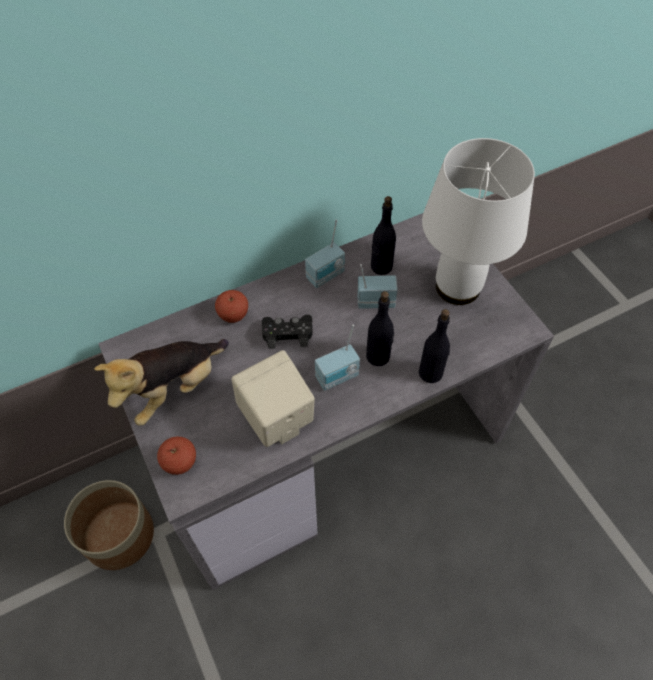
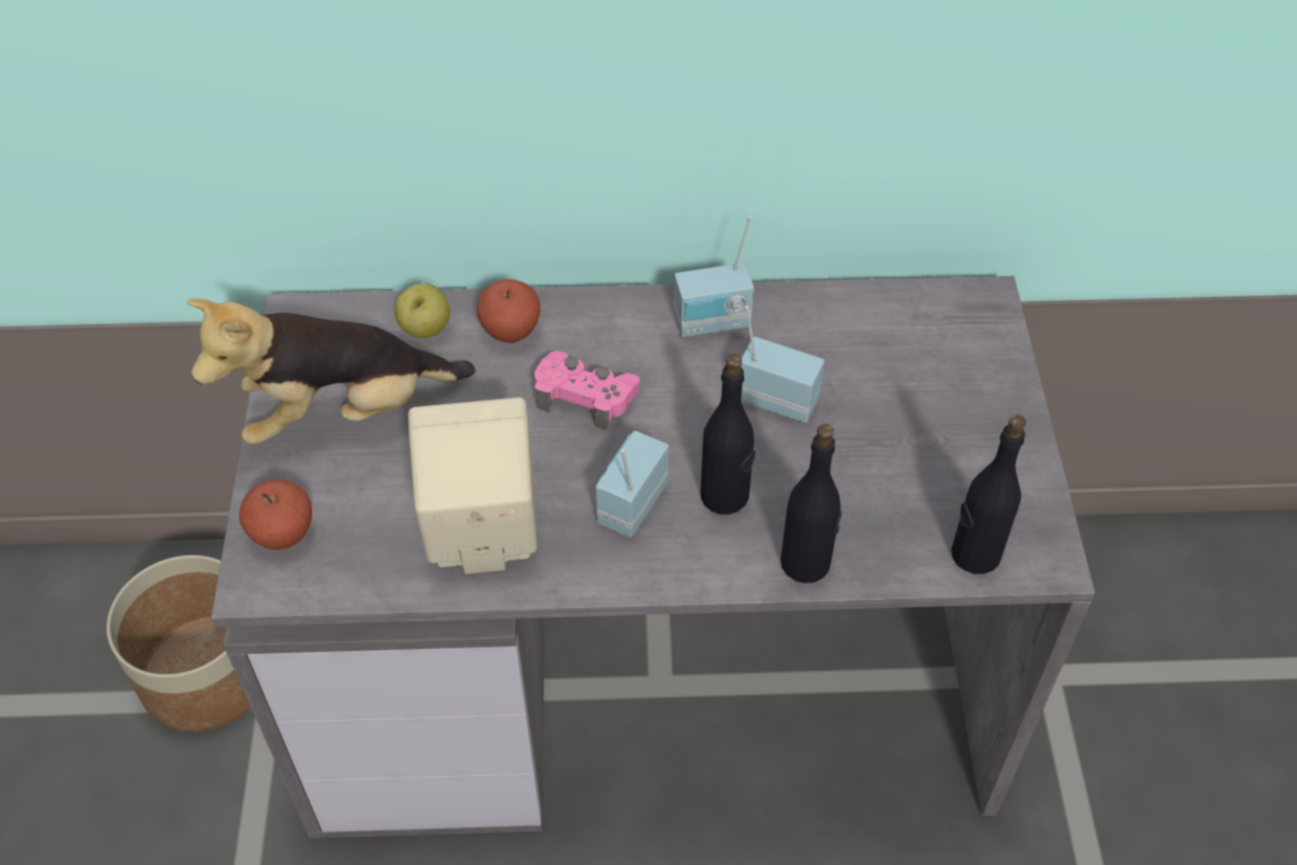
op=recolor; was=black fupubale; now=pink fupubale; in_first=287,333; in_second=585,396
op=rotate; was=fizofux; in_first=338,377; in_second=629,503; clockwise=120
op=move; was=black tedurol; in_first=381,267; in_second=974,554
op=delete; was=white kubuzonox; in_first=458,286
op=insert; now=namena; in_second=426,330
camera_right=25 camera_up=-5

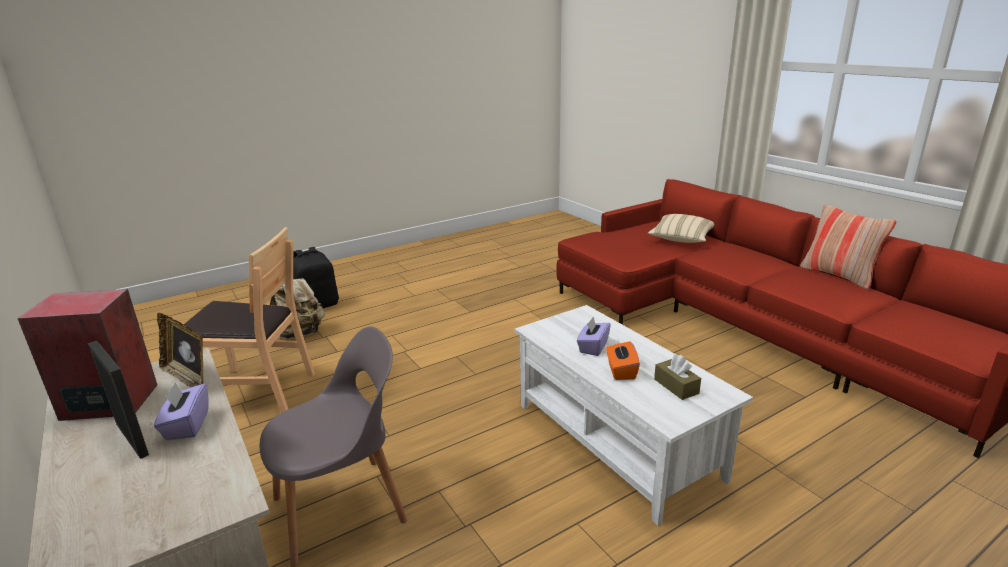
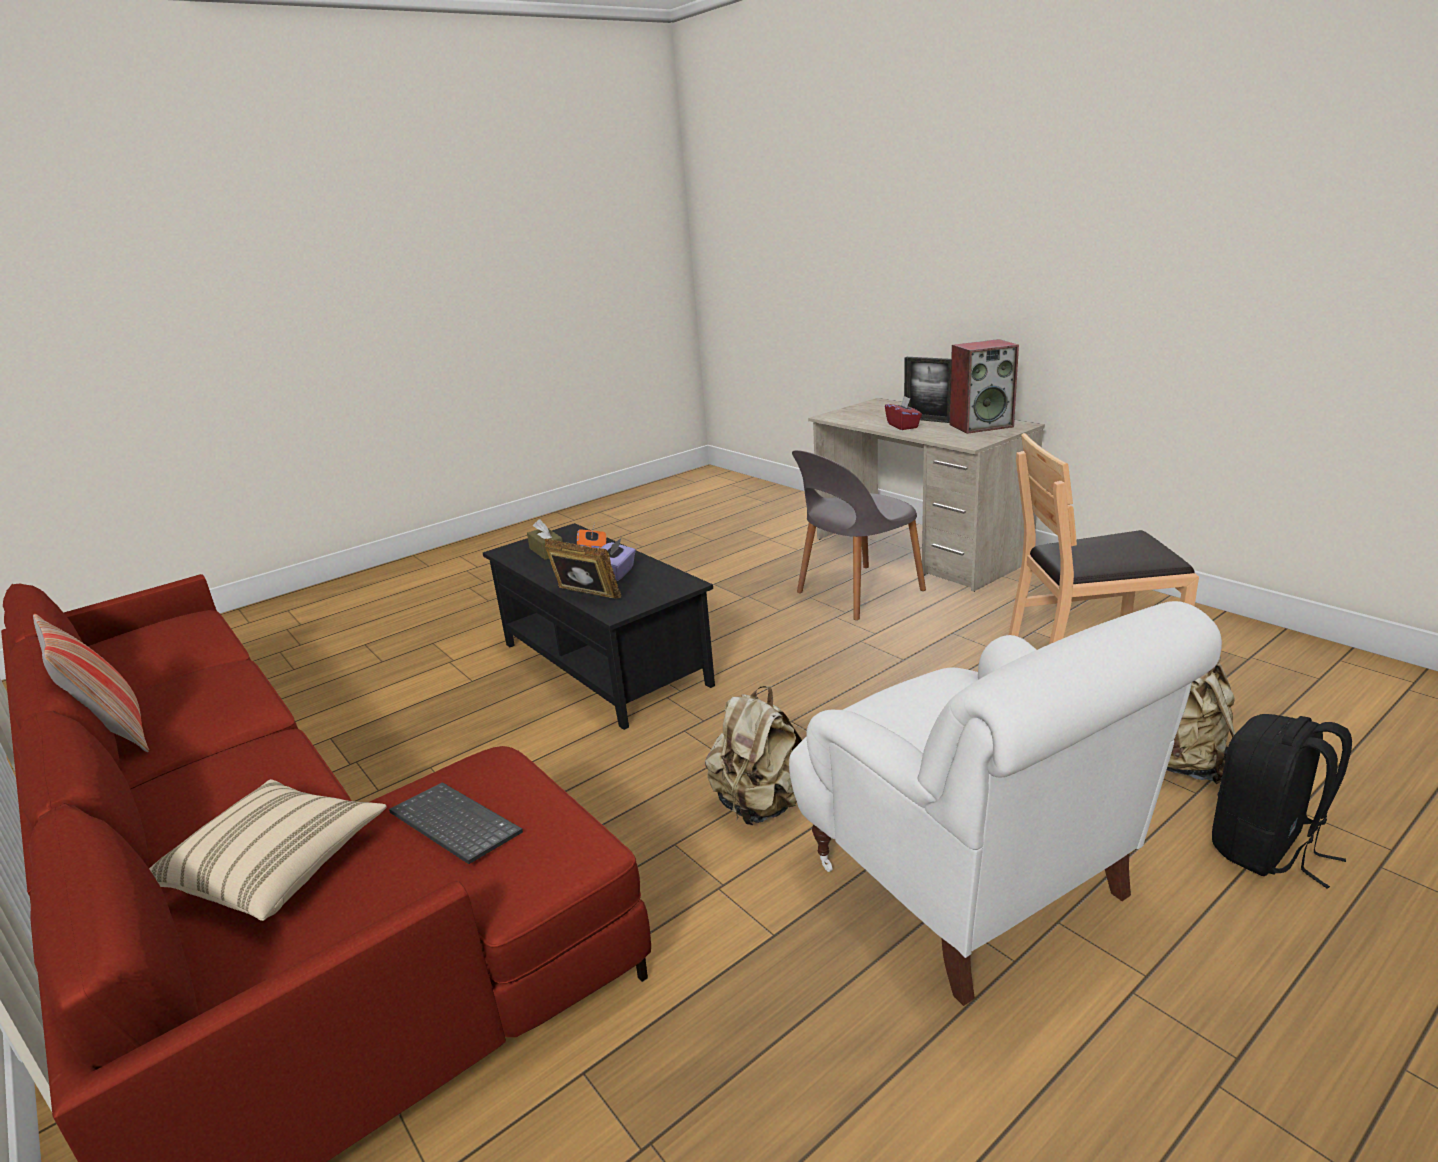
op=recolor; was=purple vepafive; now=red vepafive; in_first=187,425; in_second=903,426
op=move; was=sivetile; in_first=188,378; in_second=585,597
op=recolor; was=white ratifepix; now=black ratifepix; in_first=616,440; in_second=603,664
op=insert; now=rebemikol; in_second=452,825
op=insert; now=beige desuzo; in_second=760,805
op=insert; now=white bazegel; in_second=972,884
camera_right=175 camera_up=0

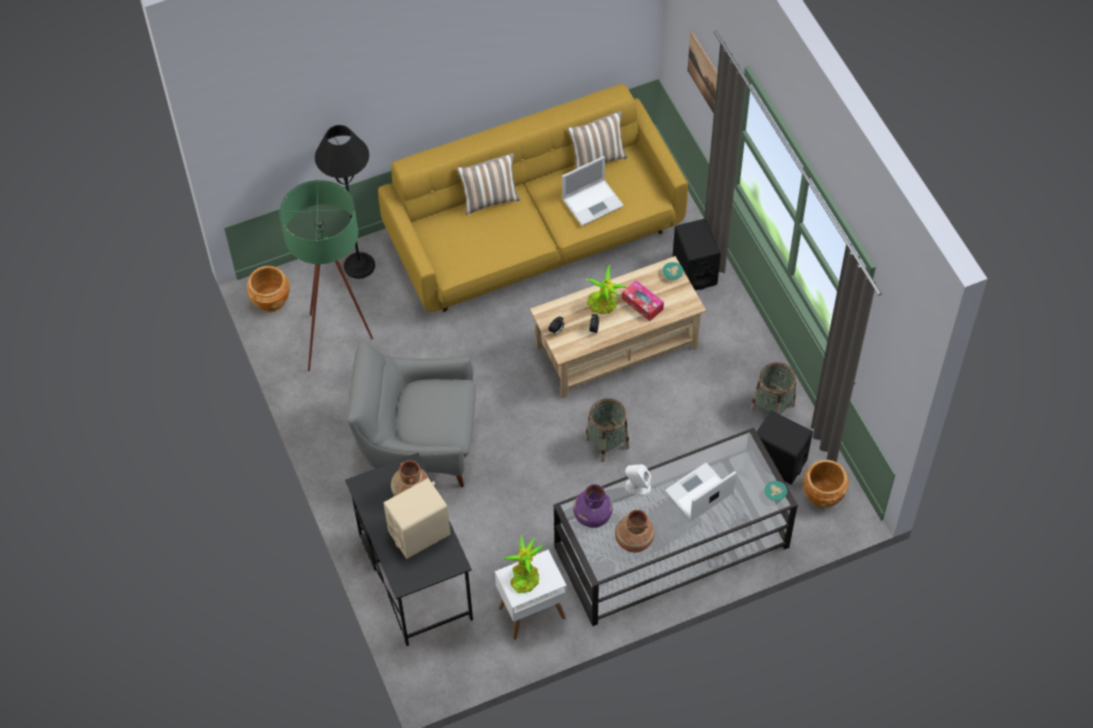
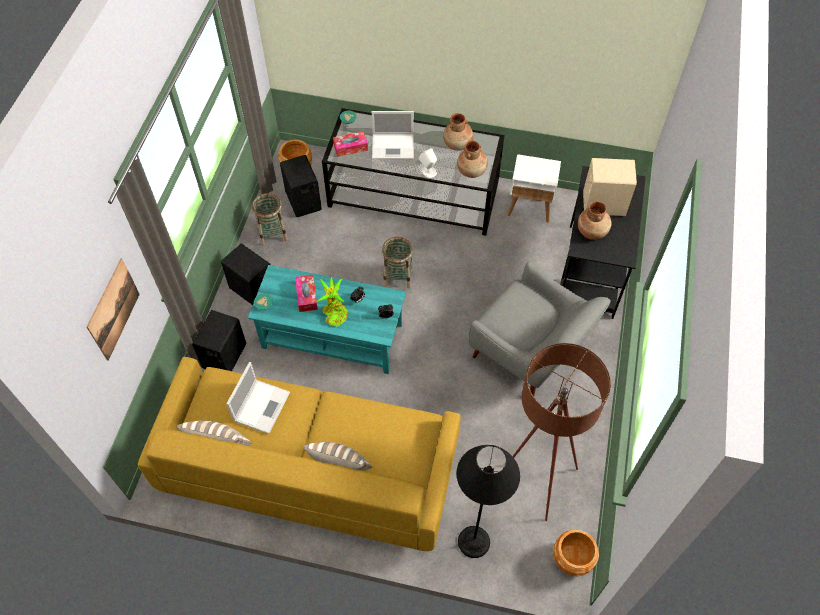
op=recolor; was=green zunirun; now=brown zunirun; in_first=339,341; in_second=536,479
op=delete; was=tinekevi; in_first=524,576
op=recolor; was=beige ratifepix; now=turquoise ratifepix; in_first=616,346; in_second=332,336
op=rotate; was=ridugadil; in_first=593,202; in_second=262,405; clockwise=105
op=recolor; was=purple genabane; now=brown genabane; in_first=592,516; in_second=472,171
op=insert; now=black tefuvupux; in_second=252,289
op=insert; now=vepafive; in_second=350,147
camera_right=-145 camera_up=0

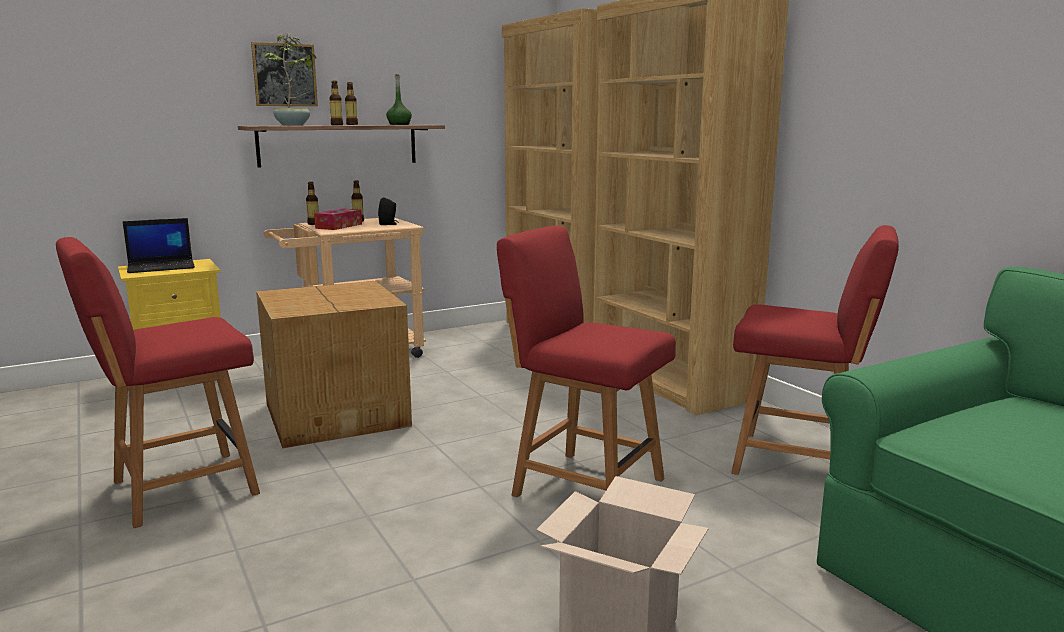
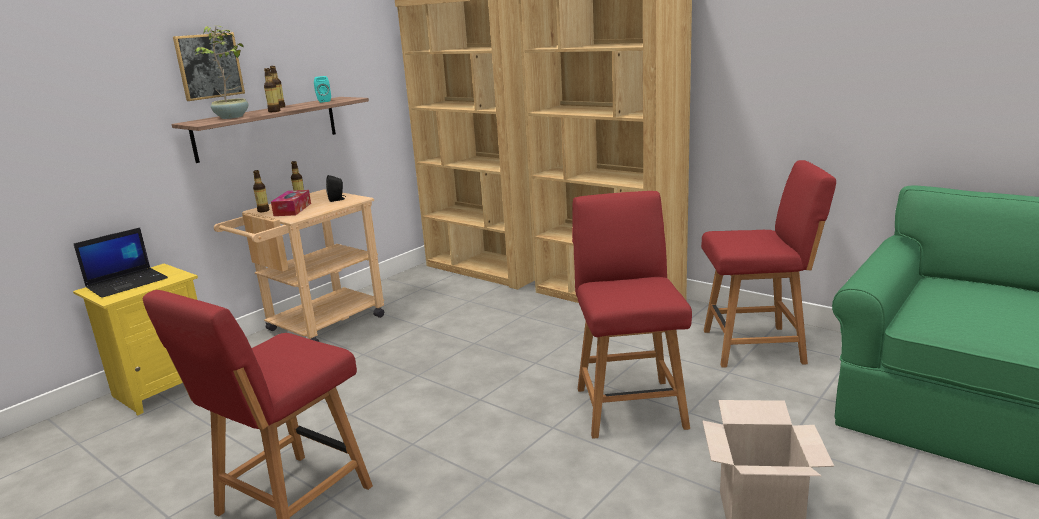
op=delete; was=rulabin; in_first=338,414
op=replace; was=green tedurol; now=turquoise tefuvupux; in_first=399,124; in_second=323,101
op=rotate; was=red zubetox; in_first=584,485; in_second=629,405; clockwise=75
camera_right=-20 camera_up=5

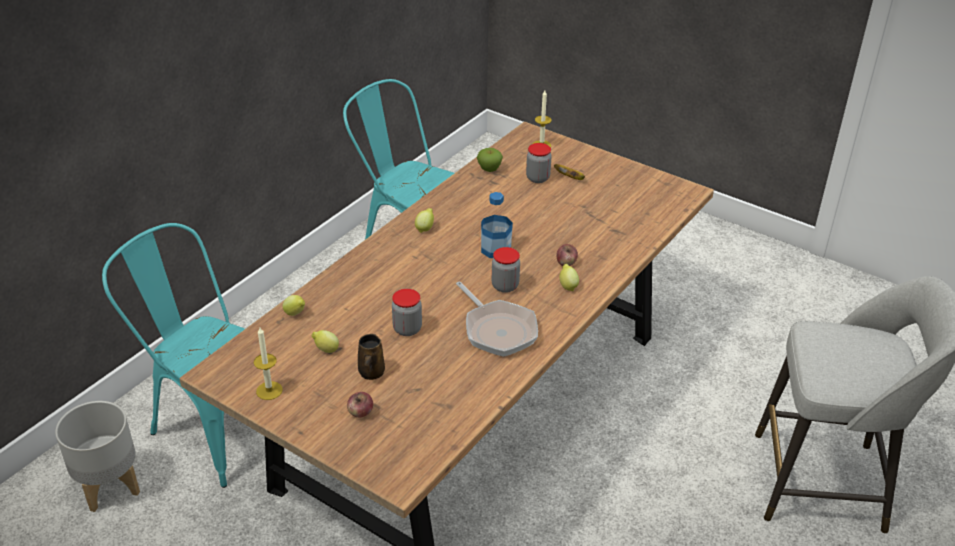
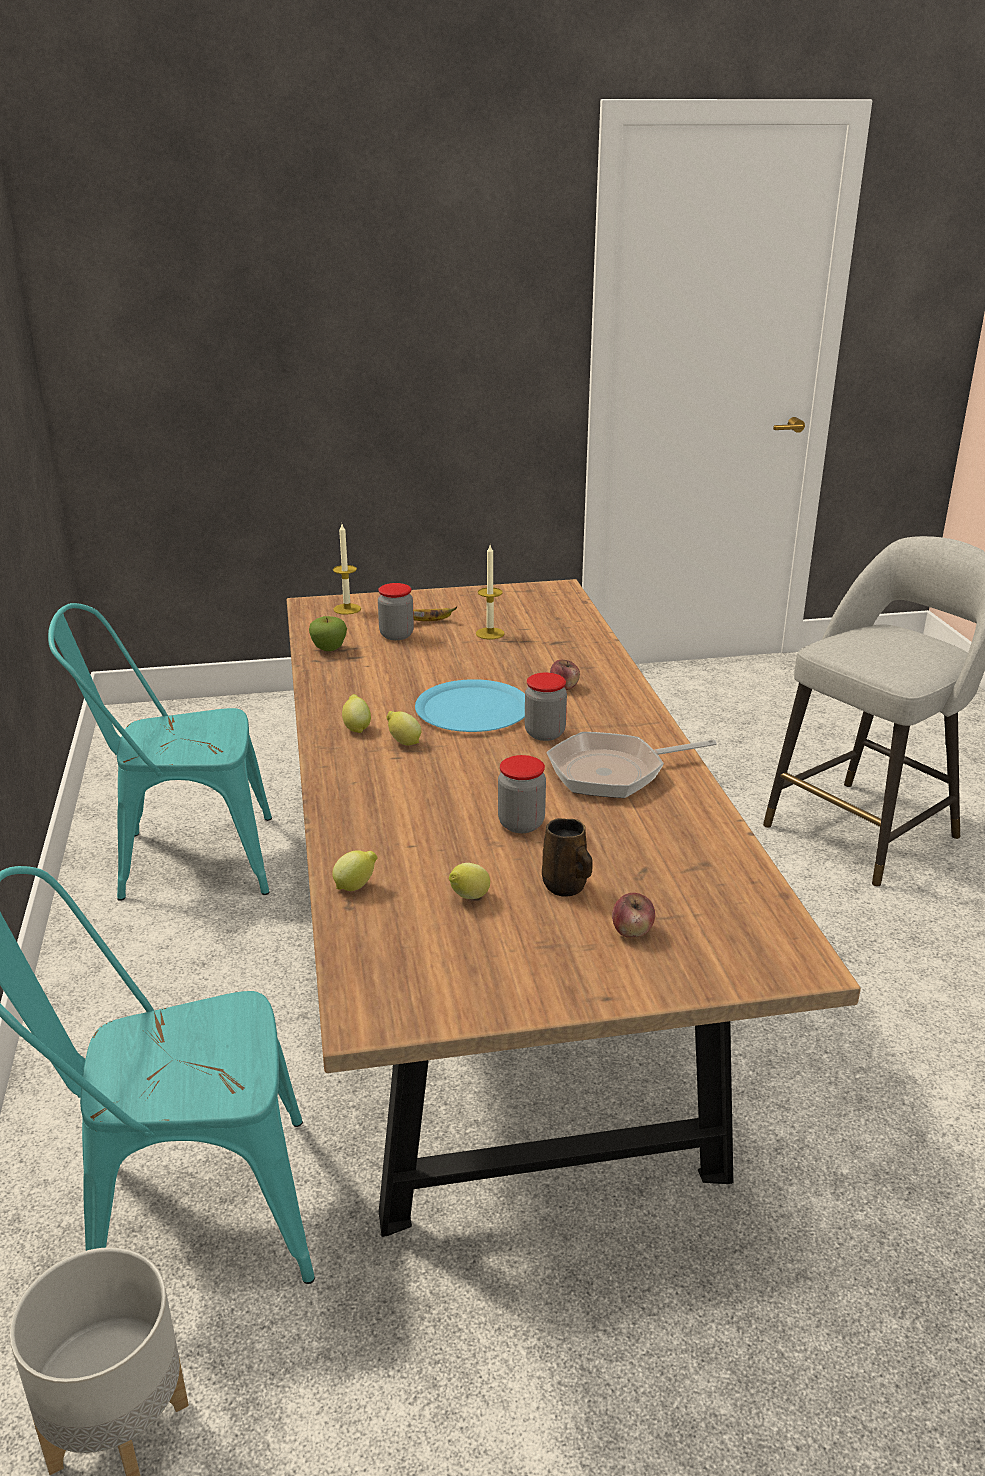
op=move; was=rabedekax; in_first=269,390; in_second=490,633
op=rotate; was=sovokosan; in_first=497,330; in_second=613,772; clockwise=150
op=replace; was=tedurol; now=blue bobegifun; in_first=496,249; in_second=472,709
op=move; was=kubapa; in_first=567,286; in_second=403,742
camera_right=-45 camera_up=-10

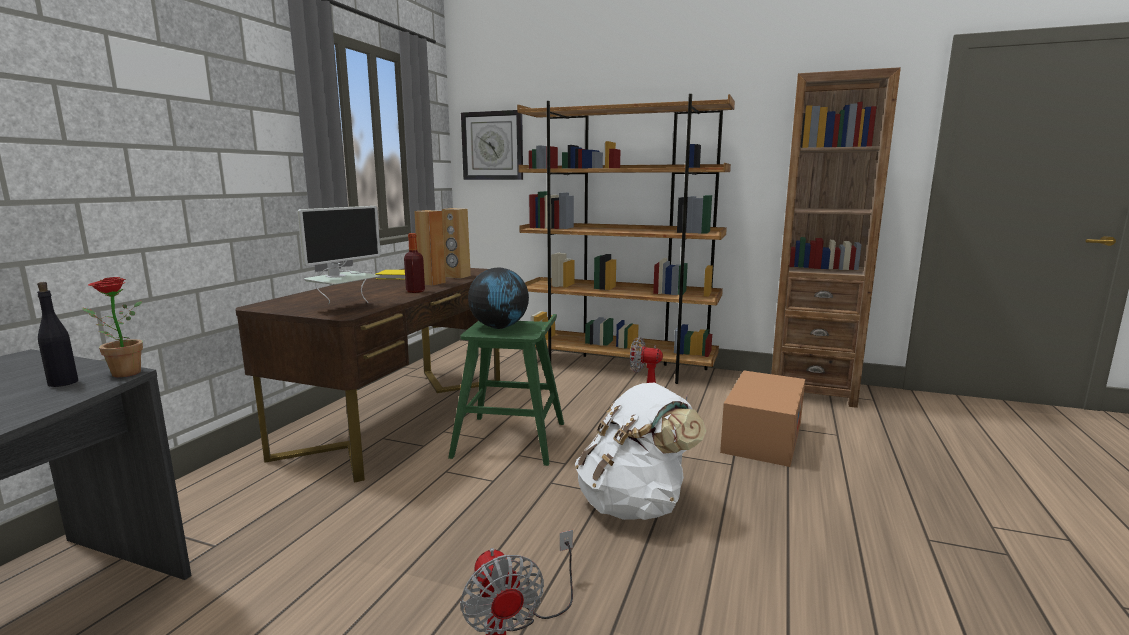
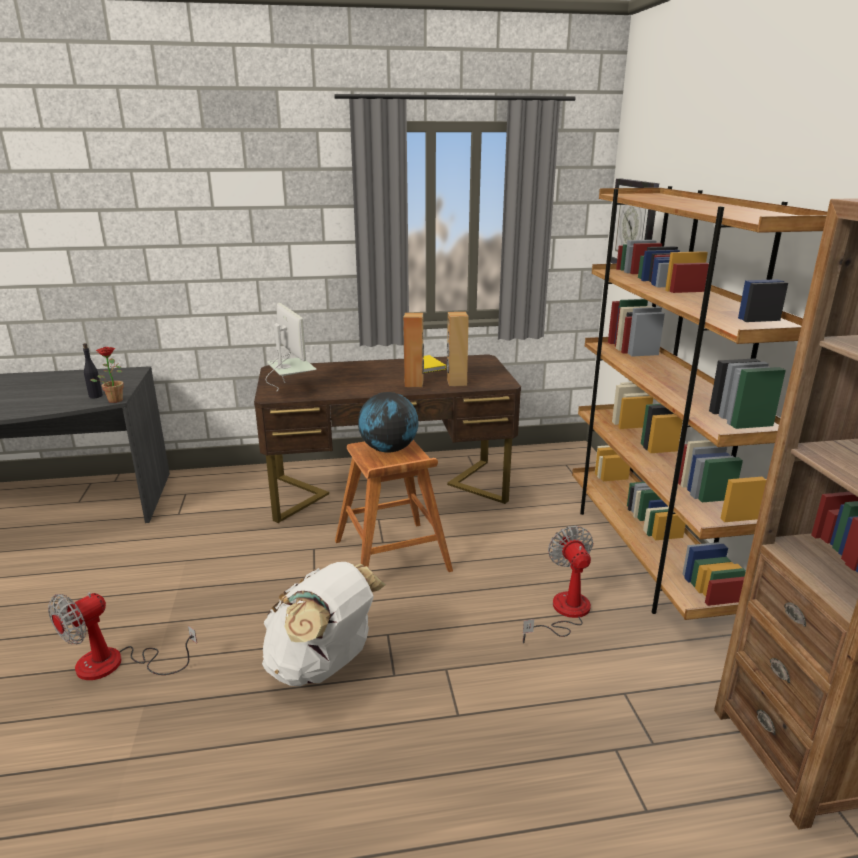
op=rotate; was=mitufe; in_first=345,308; in_second=291,390; clockwise=-120
op=delete; was=tedurol; in_first=415,291
op=recolor; was=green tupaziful; now=brown tupaziful; in_first=511,439; in_second=392,556
op=delete; was=rulabin; in_first=762,437
camera_right=60 camera_up=10

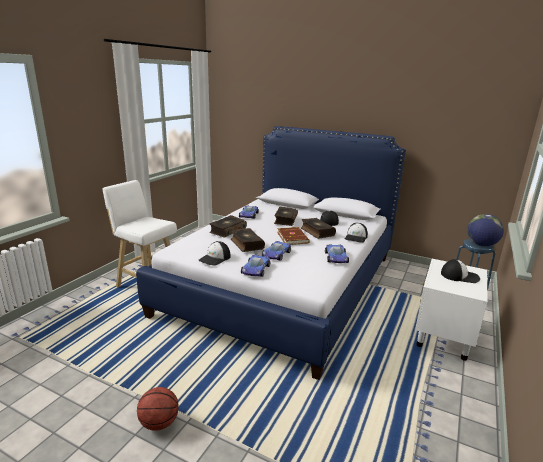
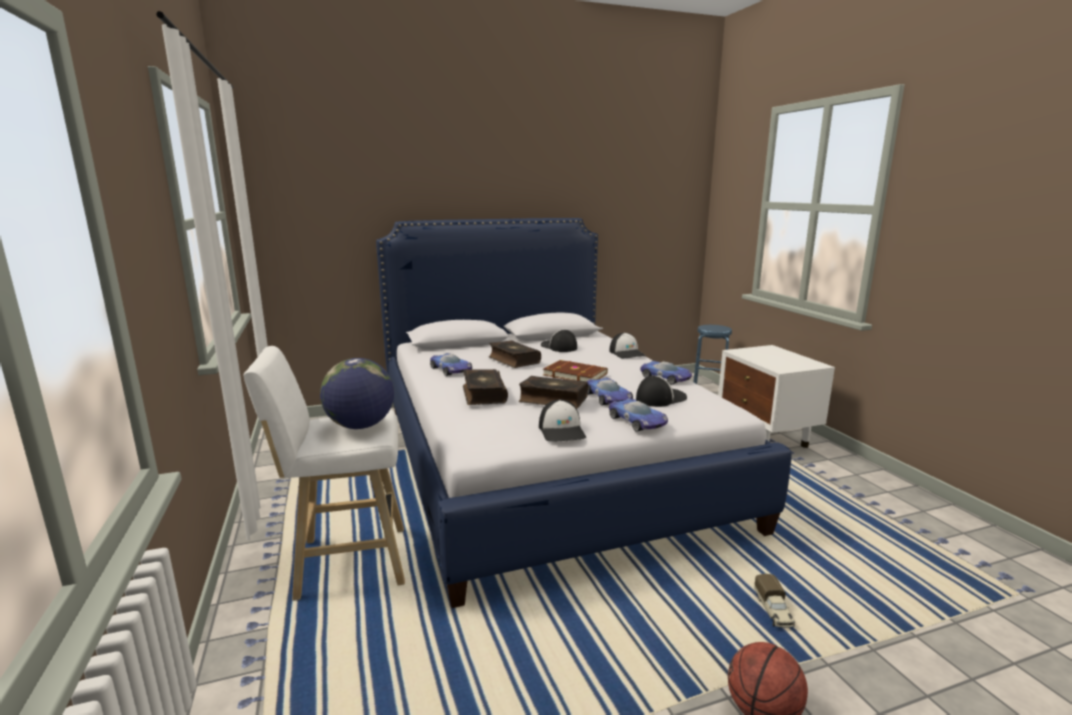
op=delete; was=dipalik; in_first=317,232
op=move; was=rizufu; in_first=459,276; in_second=660,398
op=move; was=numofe; in_first=481,245; in_second=361,426
op=insert; now=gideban; in_second=773,611
camera_right=-45 camera_up=-5

